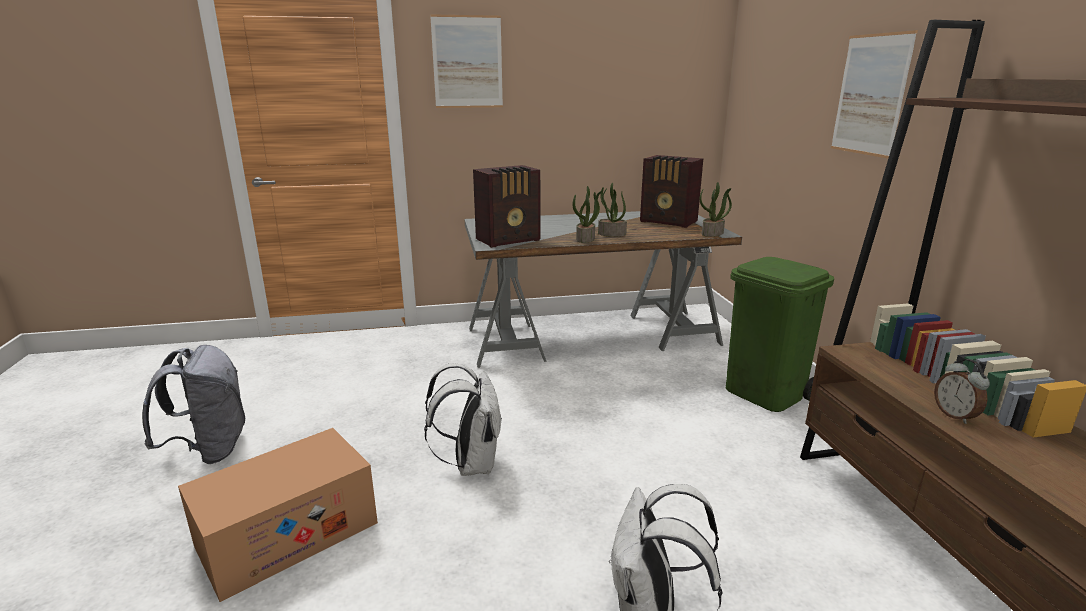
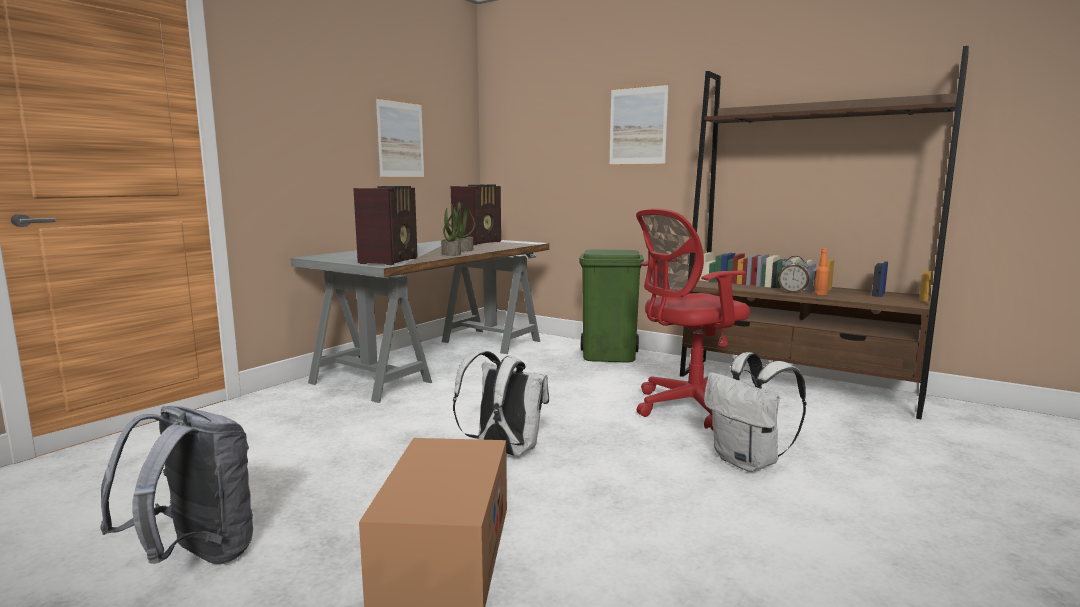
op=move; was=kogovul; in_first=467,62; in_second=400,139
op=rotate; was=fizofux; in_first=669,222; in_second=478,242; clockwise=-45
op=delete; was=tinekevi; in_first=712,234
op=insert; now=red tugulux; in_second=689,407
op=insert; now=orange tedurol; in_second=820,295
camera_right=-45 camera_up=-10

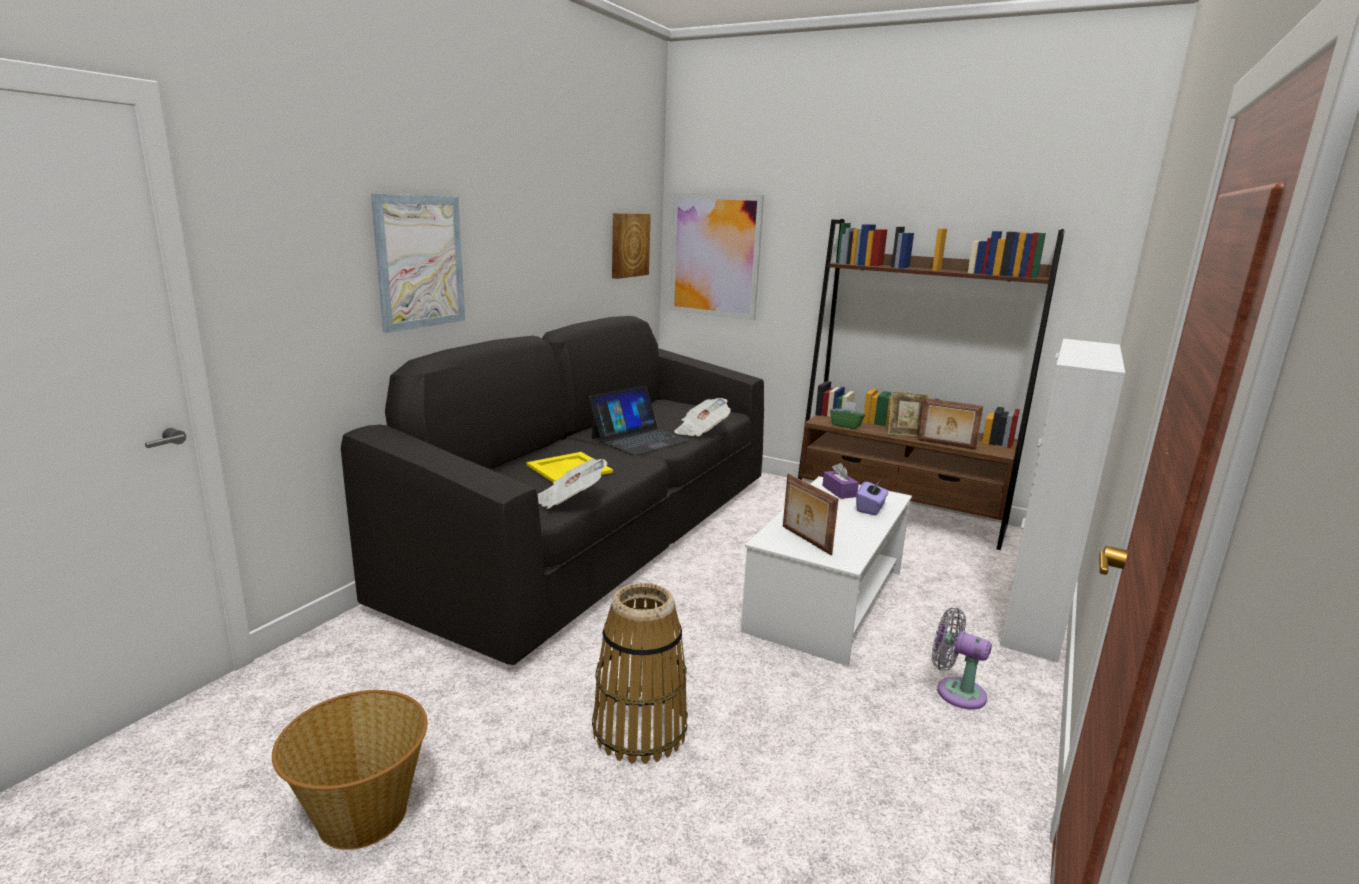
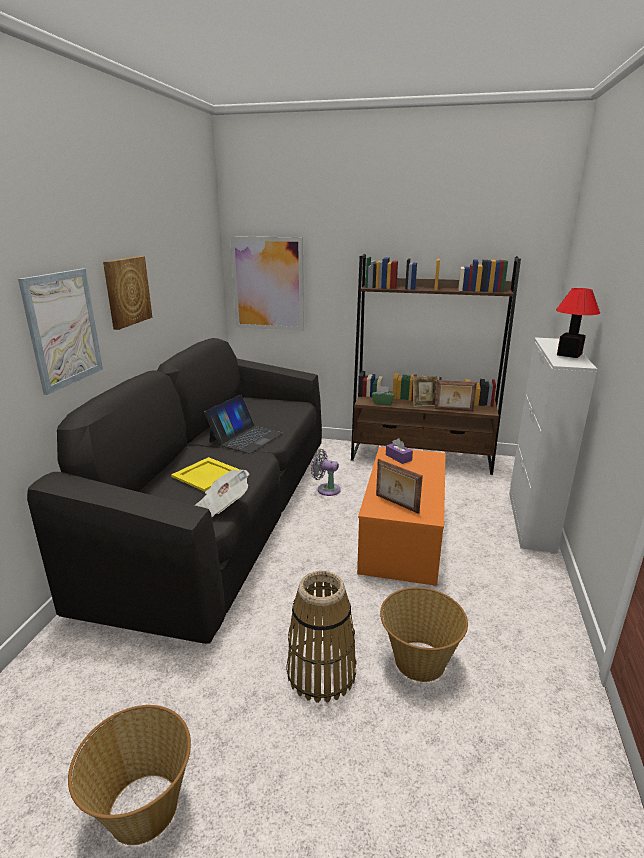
op=move; was=kogovul; in_first=629,245; in_second=127,291
op=delete; was=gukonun; in_first=701,431
op=recolor; was=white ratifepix; now=orange ratifepix; in_first=827,599; in_second=402,535
op=delete; was=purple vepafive; in_first=870,508
op=move; was=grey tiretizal; in_first=955,691; in_second=326,489
op=insert; now=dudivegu; in_second=419,661
op=insert; now=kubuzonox; in_second=569,354
camera_right=-15 camera_up=5

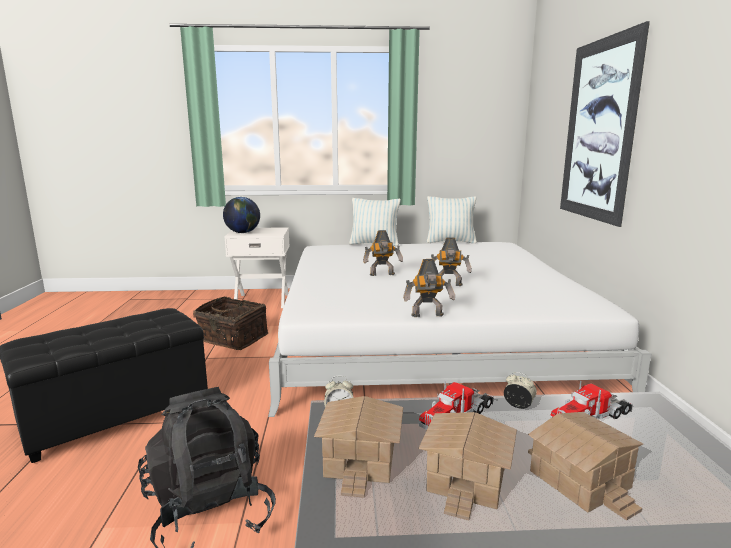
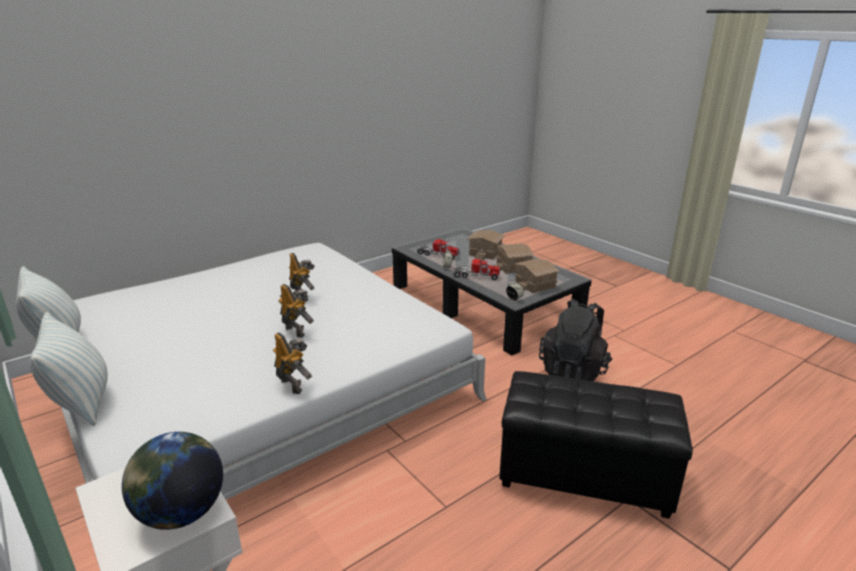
op=delete; was=dudivegu; in_first=232,339
op=move; was=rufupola; in_first=428,316; in_second=292,385
op=delete; was=kogovul; in_first=598,130
camera_right=-125 camera_up=10

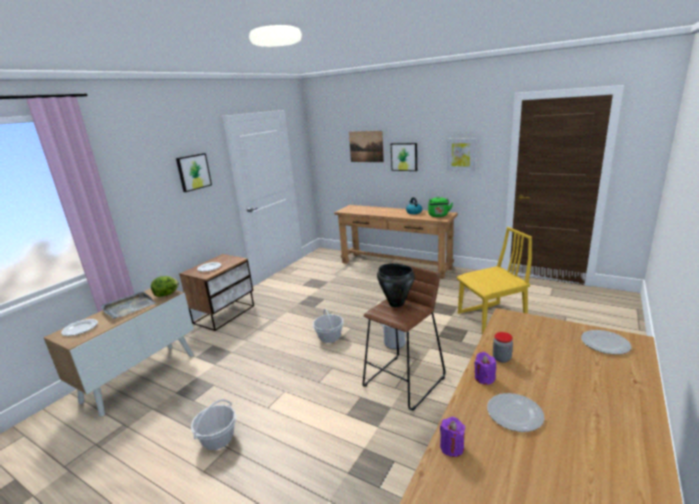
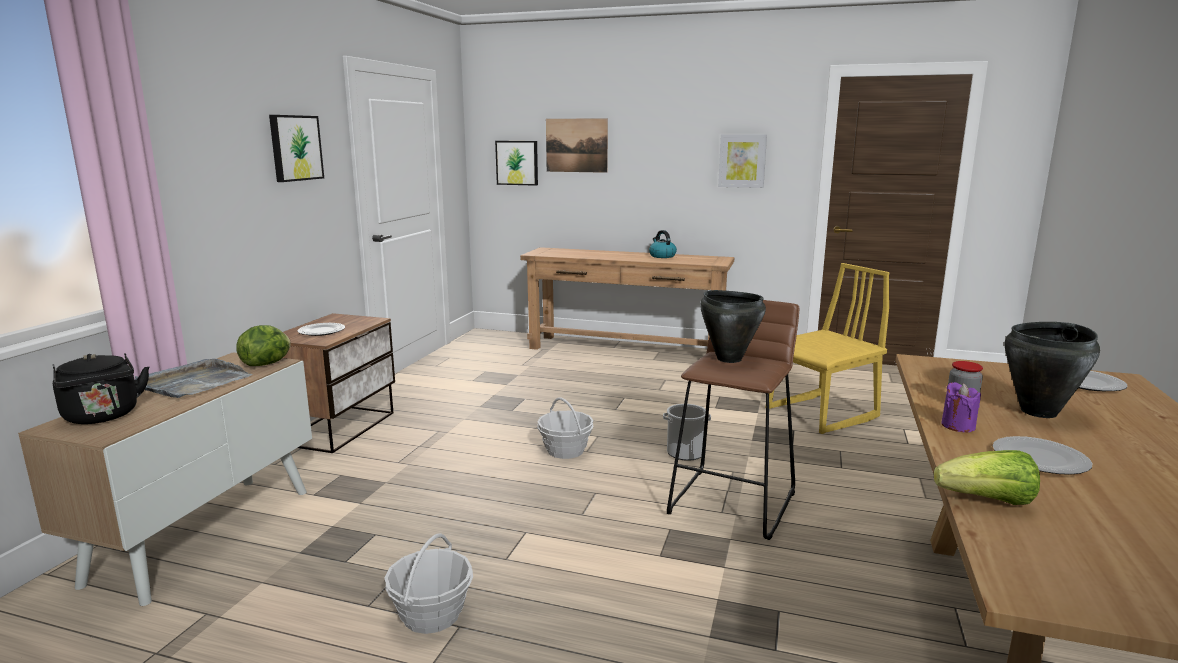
op=replace; was=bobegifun; now=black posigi; in_first=80,329; in_second=103,417
op=move; was=kogovul; in_first=404,156; in_second=517,162
op=delete; was=green posigi; in_first=438,216
op=replace; was=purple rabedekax; now=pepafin; in_first=452,447; in_second=987,501
op=insert; now=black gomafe; in_second=1039,412
camera_right=-15 camera_up=-5

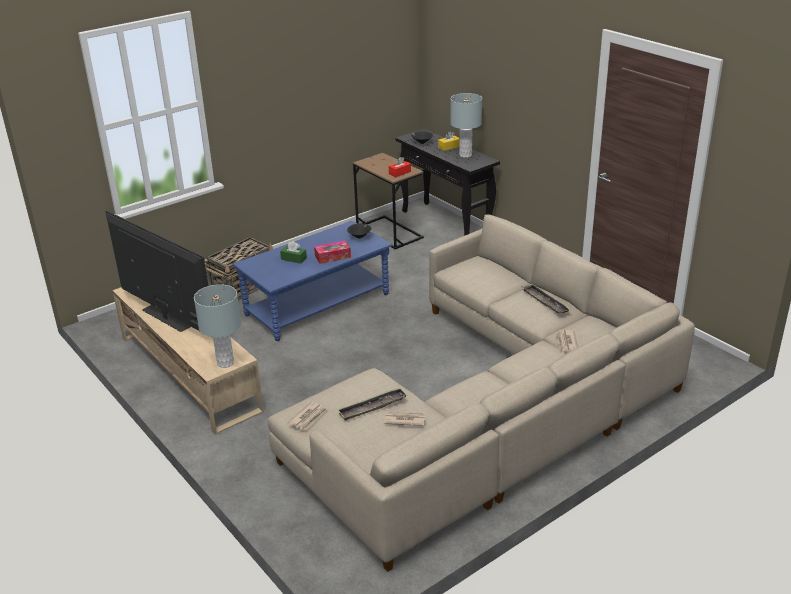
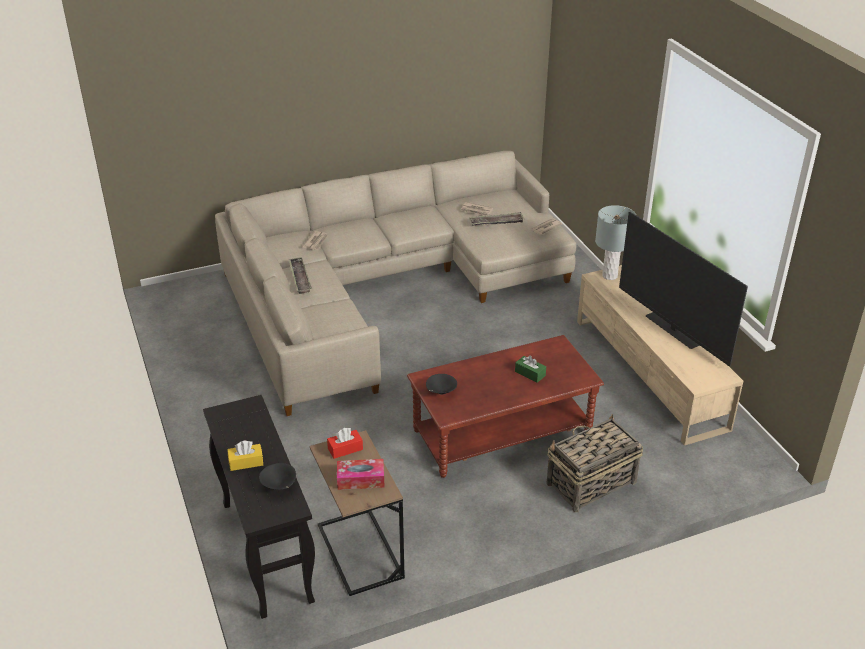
op=recolor; was=blue ratifepix; now=brown ratifepix; in_first=317,304; in_second=502,432
op=move; was=vepafive; in_first=333,256; in_second=360,479
op=delete; was=grey kubuzonox; in_first=465,155
camera_right=-165 camera_up=5

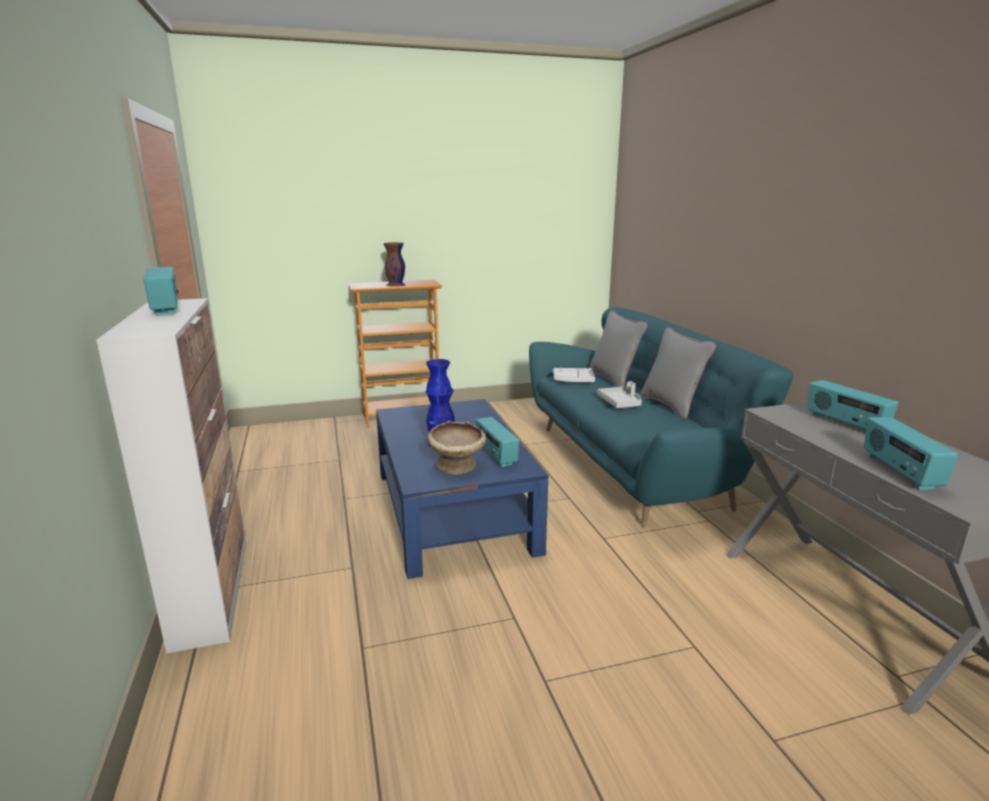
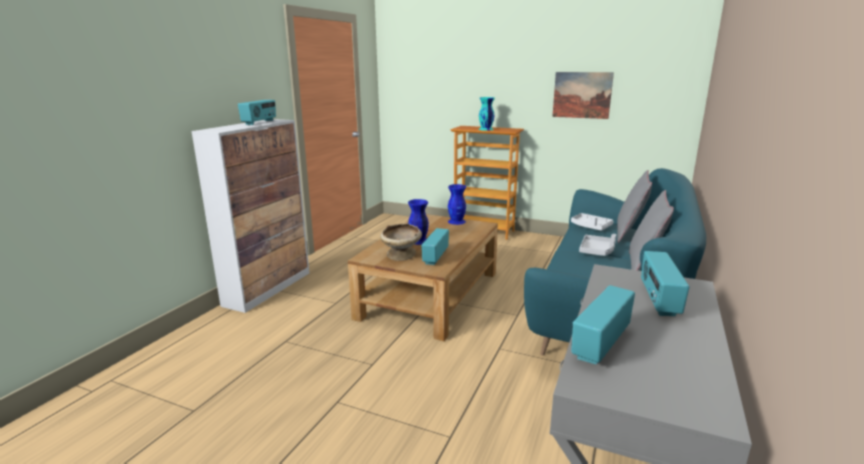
op=recolor; was=blue ratifepix; now=brown ratifepix; in_first=453,510; in_second=430,294
op=recolor; was=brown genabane; now=turquoise genabane; in_first=395,285; in_second=485,129
op=insert; now=kogovul; in_second=582,95
camera_right=40 camera_up=0

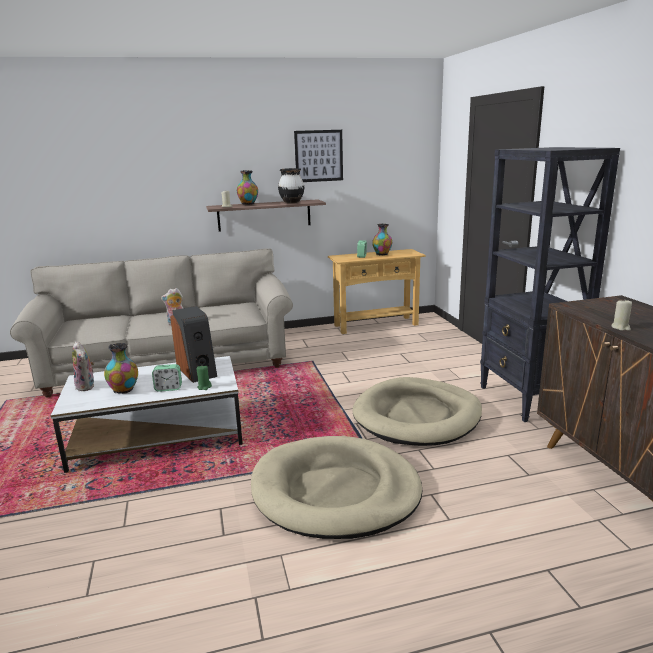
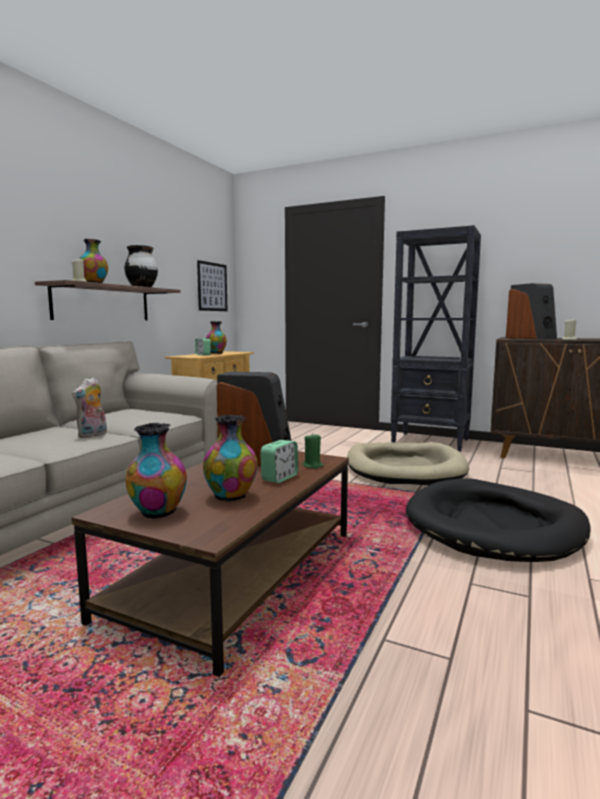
op=recolor; was=white ratifepix; now=brown ratifepix; in_first=159,435; in_second=237,572
op=replace; was=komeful; now=genabane; in_first=87,386; in_second=157,513
op=recolor; was=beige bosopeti; now=black bosopeti; in_first=335,491; in_second=494,526
op=move; was=kogovul; in_first=319,156; in_second=212,287
op=insert; now=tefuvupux; in_second=531,338
camera_right=-50 camera_up=-10

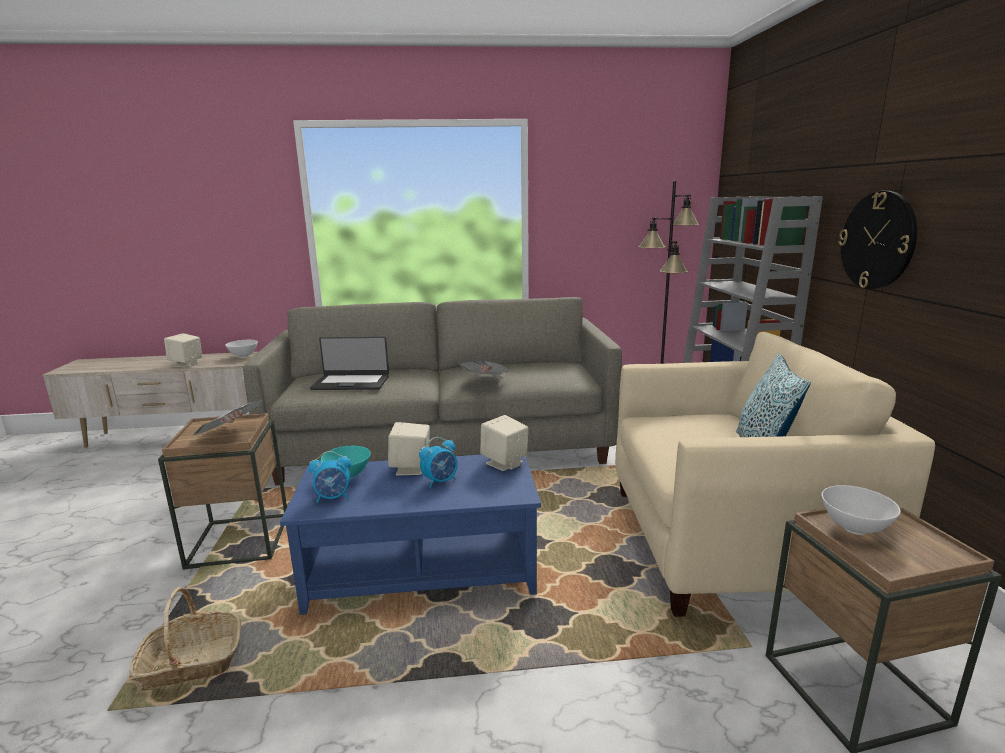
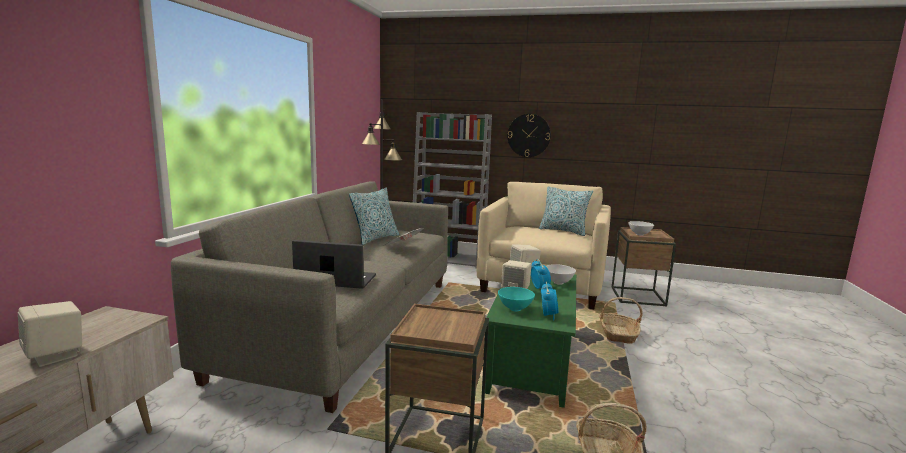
op=delete; was=gukonun; in_first=231,434
op=move; was=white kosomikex; in_first=243,356; in_second=558,283
op=recolor; was=blue ratifepix; now=green ratifepix; in_first=422,571; in_second=530,359
op=rotate; was=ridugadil; in_first=351,382; in_second=335,280; clockwise=-105
op=insert; now=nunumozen; in_second=375,238
op=insert; now=dudivegu; in_second=617,334
camera_right=-70 camera_up=-5

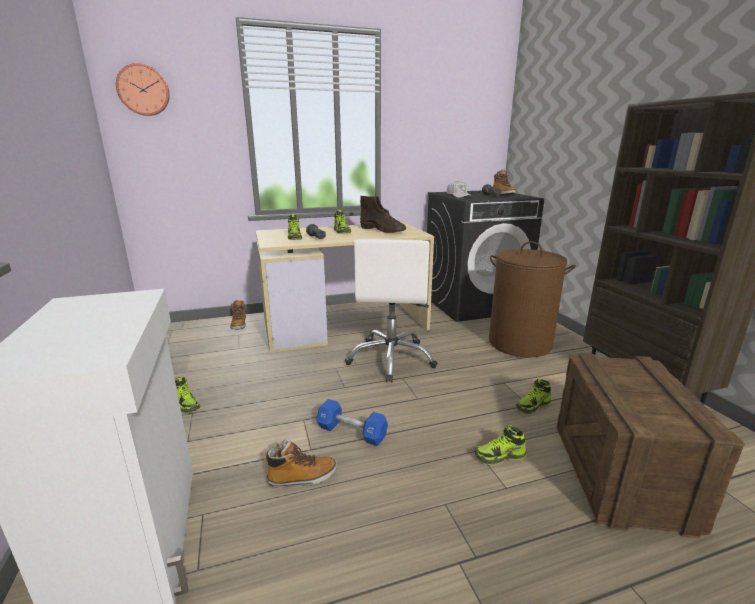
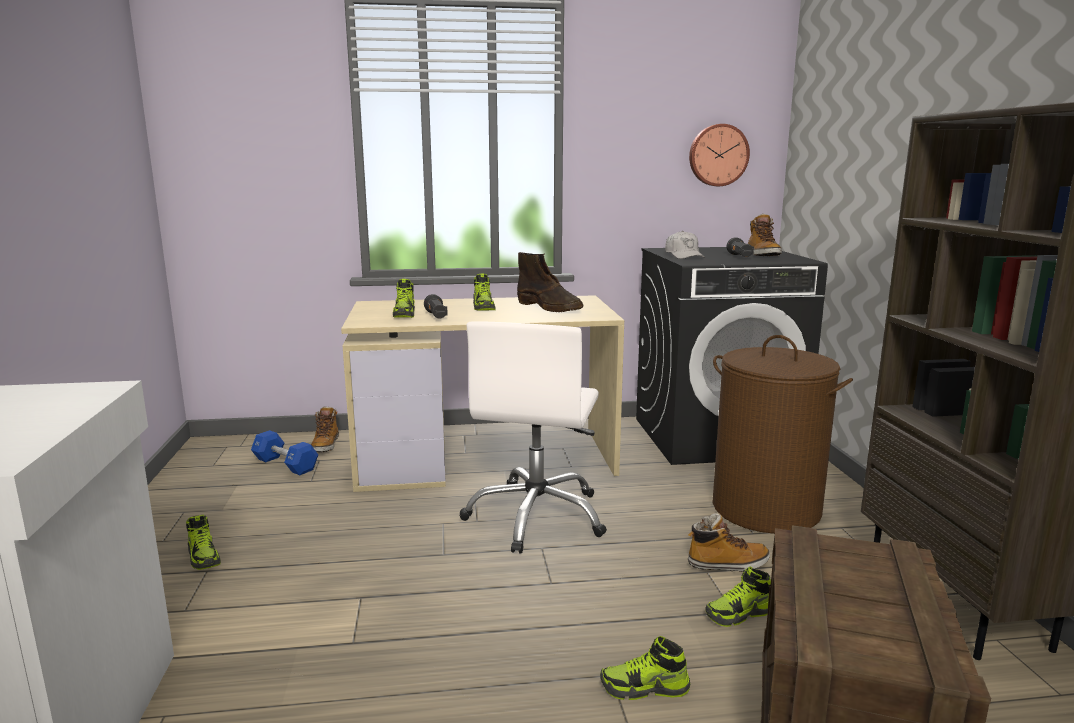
op=move; was=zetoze; in_first=143,90; in_second=718,155
op=move; was=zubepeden; in_first=302,478; in_second=727,564
op=move; was=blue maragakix; in_first=352,432; in_second=285,464
camera_right=10 camera_up=-5

